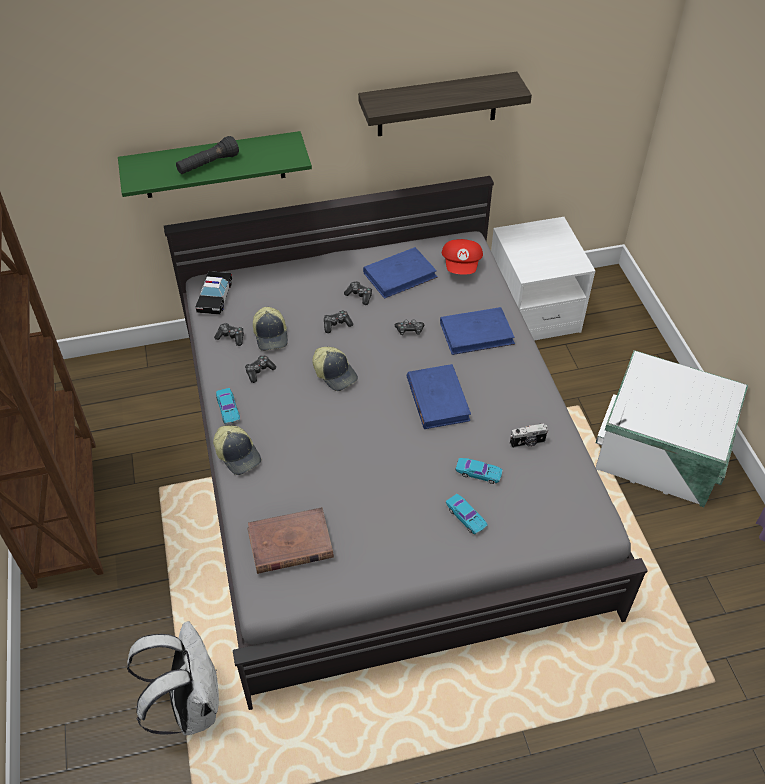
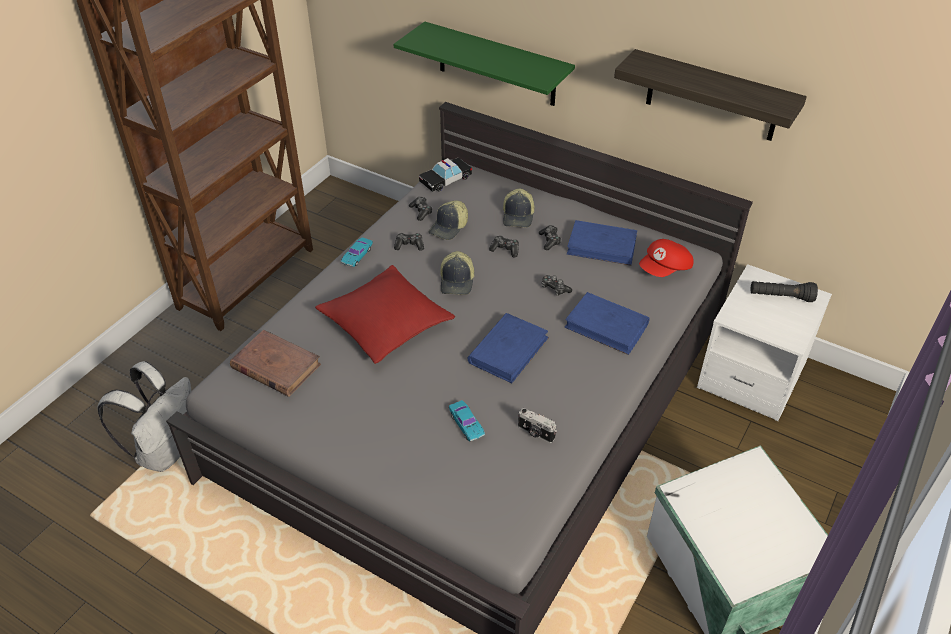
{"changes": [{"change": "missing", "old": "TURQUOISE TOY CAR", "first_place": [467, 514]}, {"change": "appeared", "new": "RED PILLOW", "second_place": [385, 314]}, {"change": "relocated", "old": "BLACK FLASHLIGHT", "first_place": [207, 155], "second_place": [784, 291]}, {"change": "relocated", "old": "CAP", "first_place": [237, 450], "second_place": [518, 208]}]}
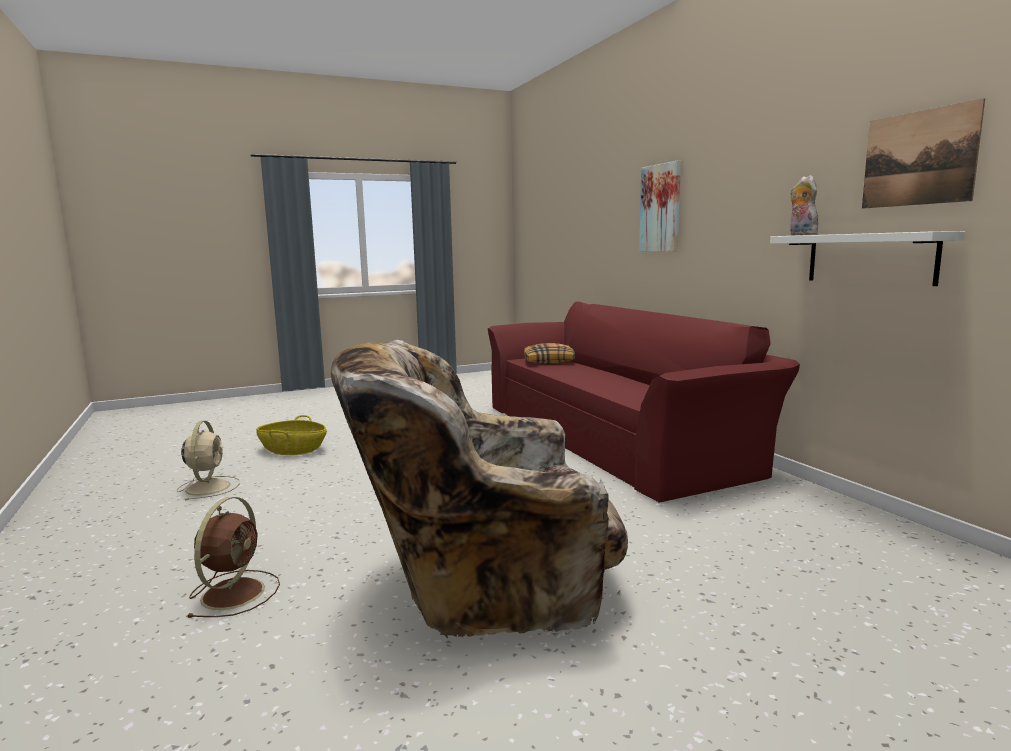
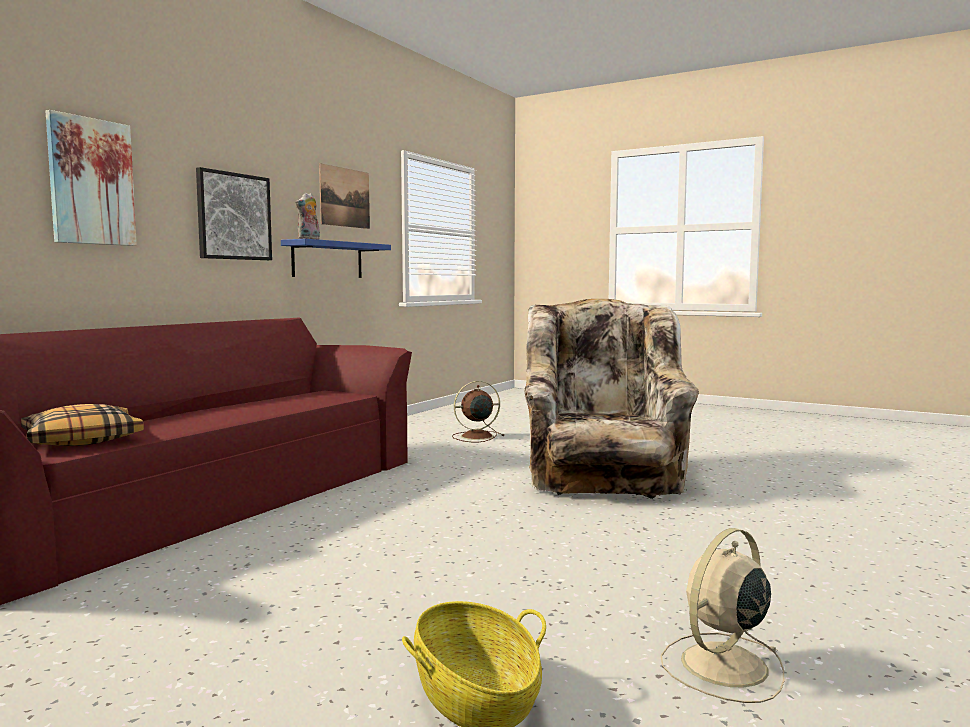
{"changes": [{"change": "appeared", "new": "PICTURE", "second_place": [234, 213]}, {"change": "relocated", "old": "BROWN FAN", "first_place": [234, 557], "second_place": [478, 411]}, {"change": "colour", "old": "WHITE SHELF", "new": "BLUE SHELF", "first_place": [867, 258], "second_place": [336, 258]}, {"change": "spun", "old": "BEIGE ARMCHAIR", "first_place": [479, 489], "second_place": [612, 400], "degrees": -135}]}
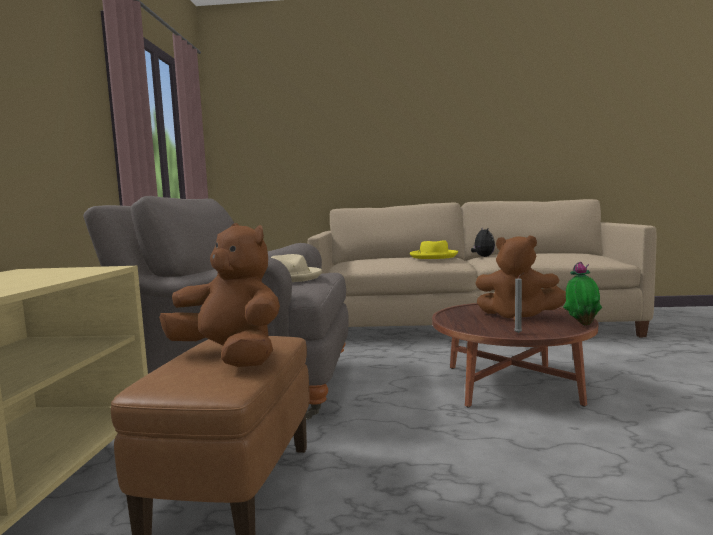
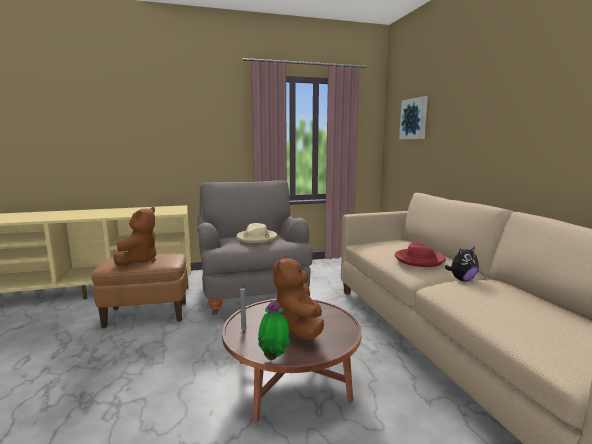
{"changes": [{"change": "appeared", "new": "PICTURE", "second_place": [413, 117]}, {"change": "colour", "old": "YELLOW HAT", "new": "RED HAT", "first_place": [434, 249], "second_place": [420, 254]}]}
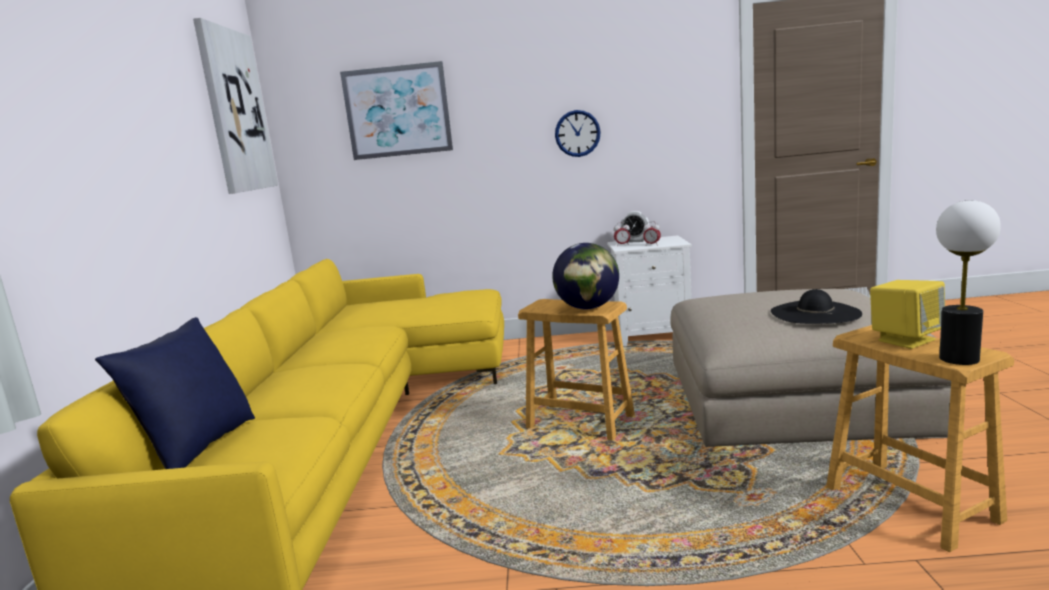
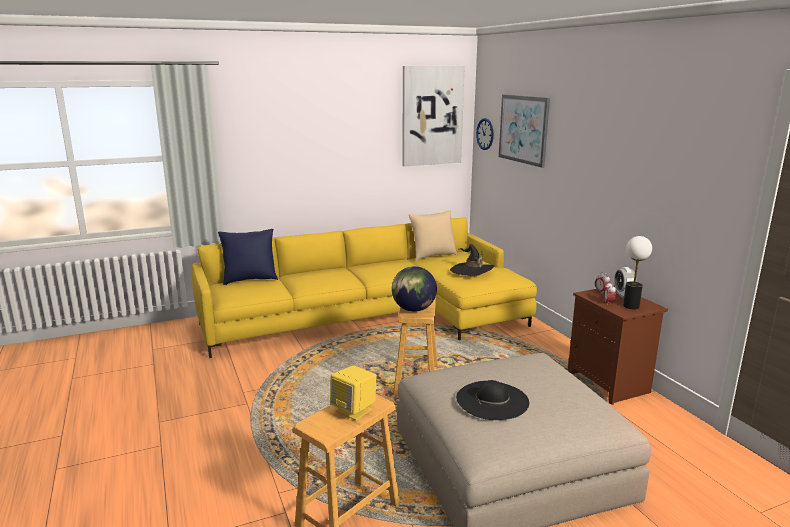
{"changes": [{"change": "appeared", "new": "BEIGE PILLOW", "second_place": [432, 235]}, {"change": "appeared", "new": "BLACK HAT", "second_place": [472, 260]}, {"change": "relocated", "old": "WALL CLOCK", "first_place": [578, 133], "second_place": [485, 134]}, {"change": "relocated", "old": "TABLE LAMP", "first_place": [968, 282], "second_place": [637, 272]}, {"change": "colour", "old": "WHITE NIGHTSTAND", "new": "BROWN NIGHTSTAND", "first_place": [649, 290], "second_place": [618, 345]}]}
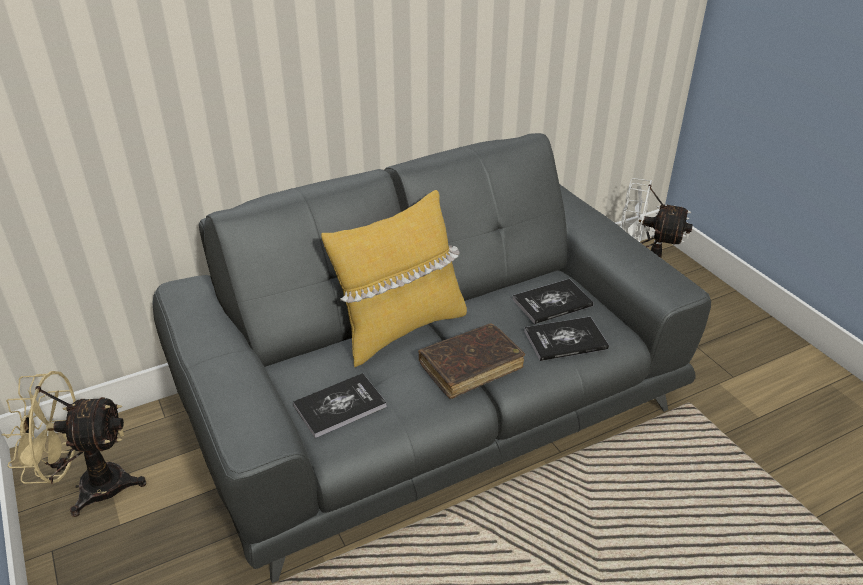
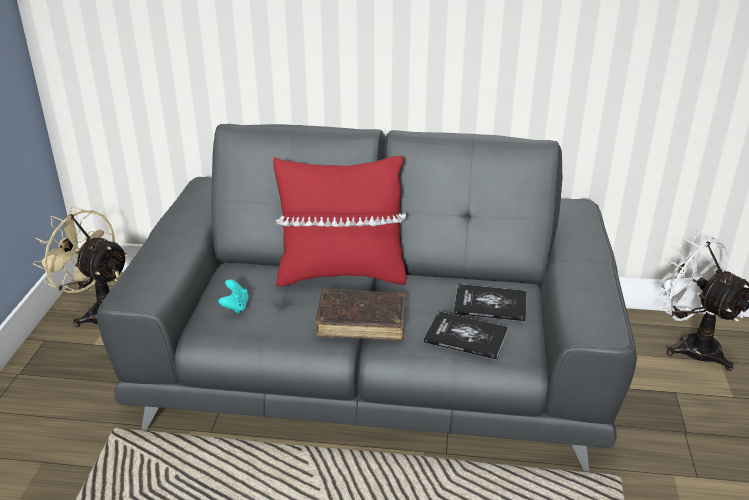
{"changes": [{"change": "exchanged", "old": "BOOK", "new": "TURQUOISE GAME CONTROLLER", "first_place": [340, 405], "second_place": [234, 296]}, {"change": "colour", "old": "YELLOW PILLOW", "new": "RED PILLOW", "first_place": [394, 278], "second_place": [339, 221]}]}
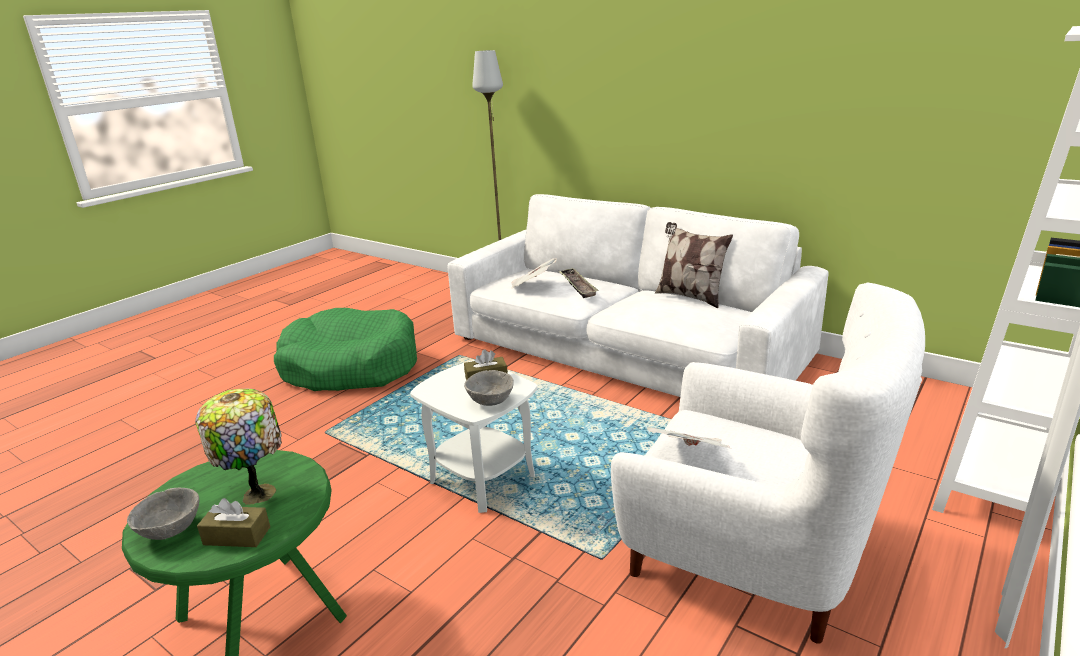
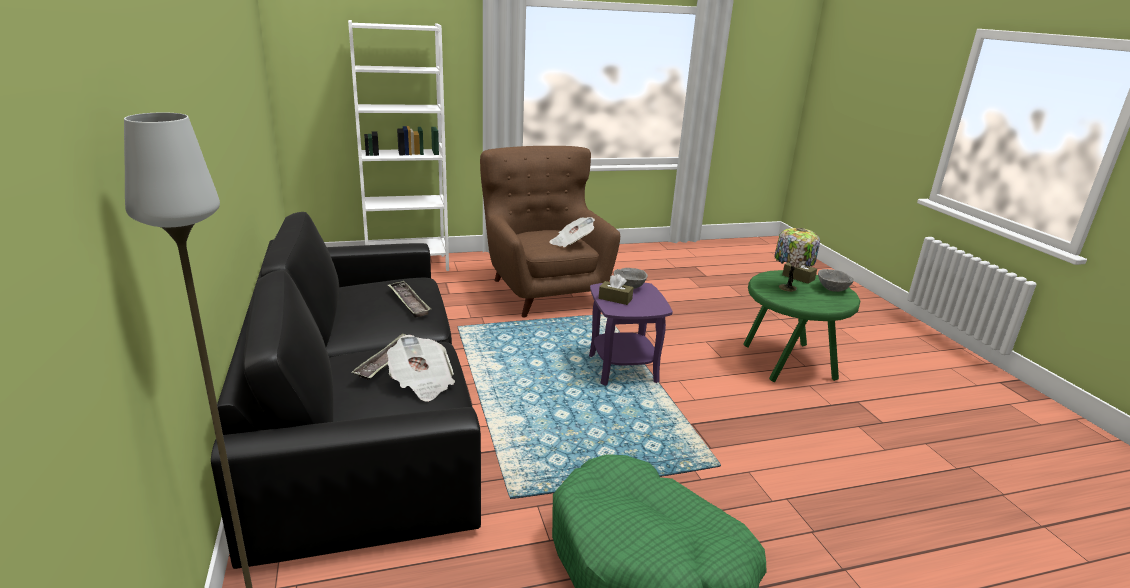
{"changes": [{"change": "missing", "old": "PILLOW", "first_place": [694, 265]}, {"change": "appeared", "new": "TRAY", "second_place": [409, 299]}, {"change": "colour", "old": "WHITE SIDE TABLE", "new": "PURPLE SIDE TABLE", "first_place": [473, 436], "second_place": [631, 334]}, {"change": "colour", "old": "WHITE SOFA", "new": "BLACK SOFA", "first_place": [638, 295], "second_place": [346, 390]}, {"change": "colour", "old": "WHITE ARMCHAIR", "new": "BROWN ARMCHAIR", "first_place": [768, 463], "second_place": [550, 231]}]}
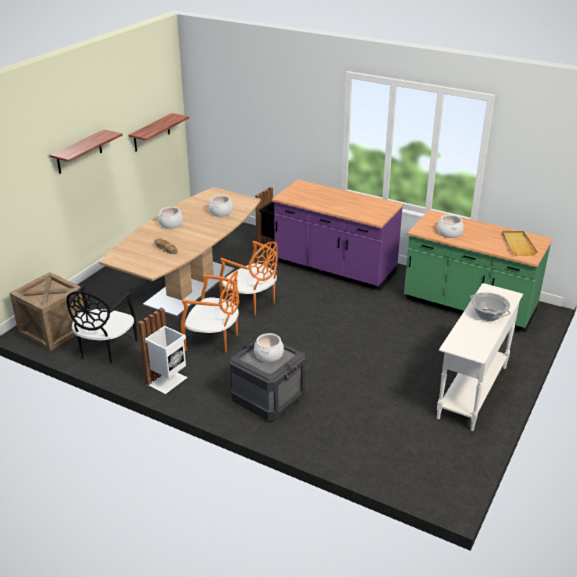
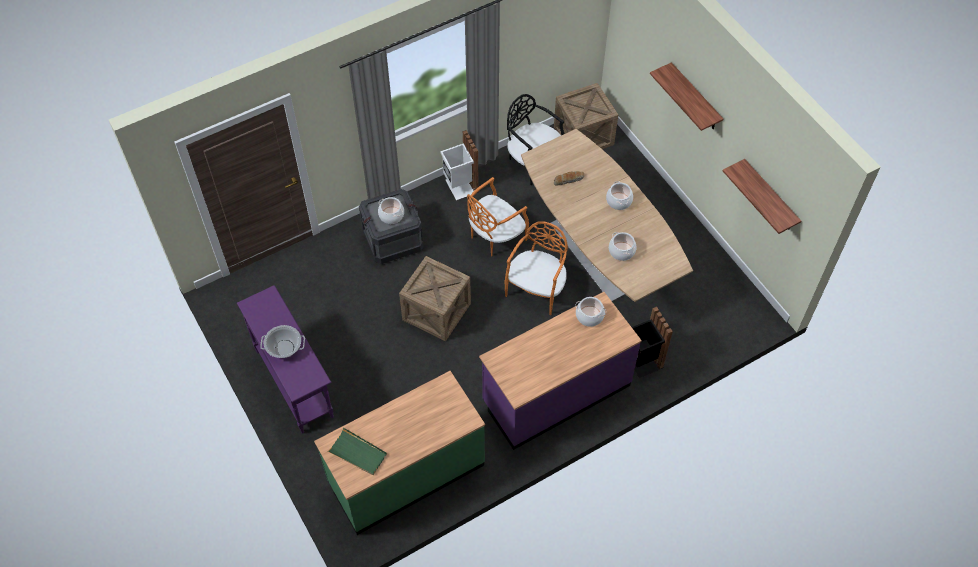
{"changes": [{"change": "appeared", "new": "CRATE", "second_place": [435, 298]}, {"change": "relocated", "old": "COOKING POT", "first_place": [450, 226], "second_place": [590, 312]}, {"change": "colour", "old": "WHITE CONSOLE TABLE", "new": "PURPLE CONSOLE TABLE", "first_place": [480, 357], "second_place": [285, 359]}, {"change": "colour", "old": "BEIGE TRAY", "new": "GREEN TRAY", "first_place": [520, 243], "second_place": [357, 451]}, {"change": "spun", "old": "ORANGE CHAIR", "first_place": [248, 278], "second_place": [536, 268], "degrees": 135}]}
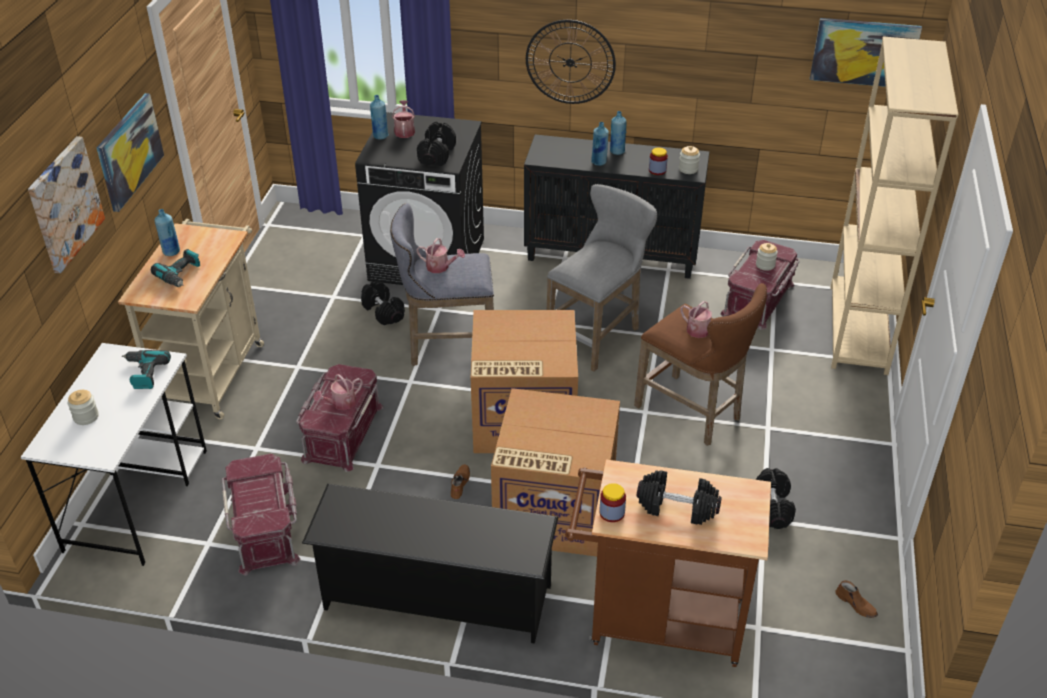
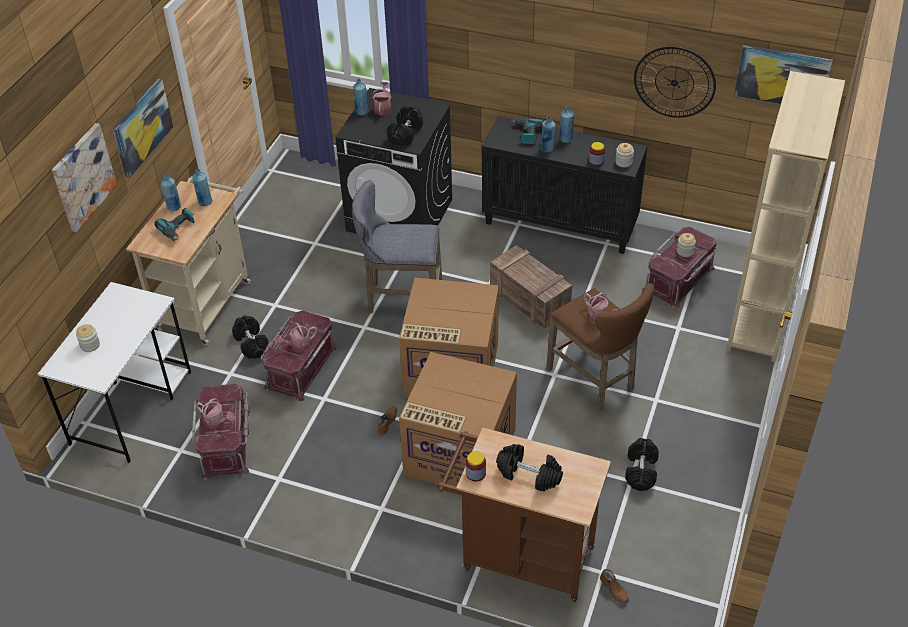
{"changes": [{"change": "missing", "old": "BLACK SHOE RACK", "first_place": [430, 564]}, {"change": "appeared", "new": "BLUE BOTTLE", "second_place": [202, 187]}, {"change": "relocated", "old": "POWER DRILL", "first_place": [146, 369], "second_place": [528, 131]}, {"change": "relocated", "old": "BLACK DUMBBELL", "first_place": [383, 303], "second_place": [250, 337]}, {"change": "relocated", "old": "WATERING CAN", "first_place": [440, 255], "second_place": [215, 413]}, {"change": "relocated", "old": "WALL CLOCK", "first_place": [571, 62], "second_place": [675, 82]}, {"change": "relocated", "old": "BROWN SHOE", "first_place": [856, 599], "second_place": [614, 586]}, {"change": "exchanged", "old": "GREY STOOL", "new": "CRATE", "first_place": [602, 277], "second_place": [531, 287]}]}
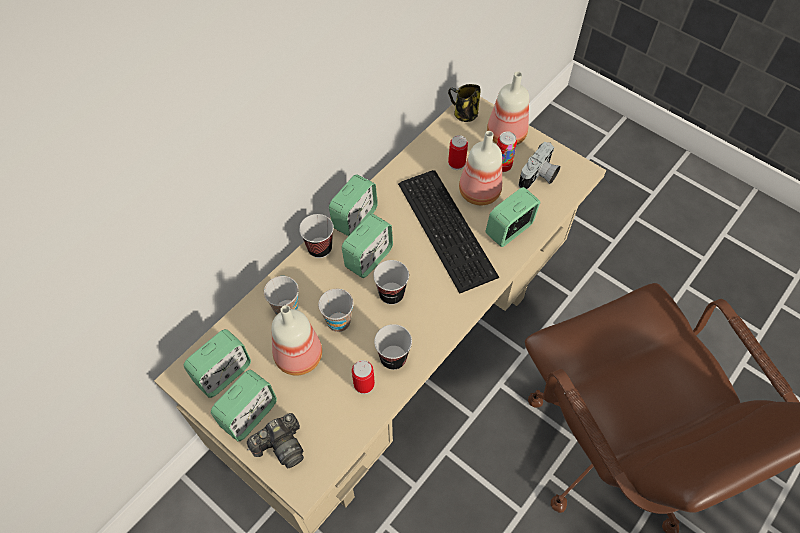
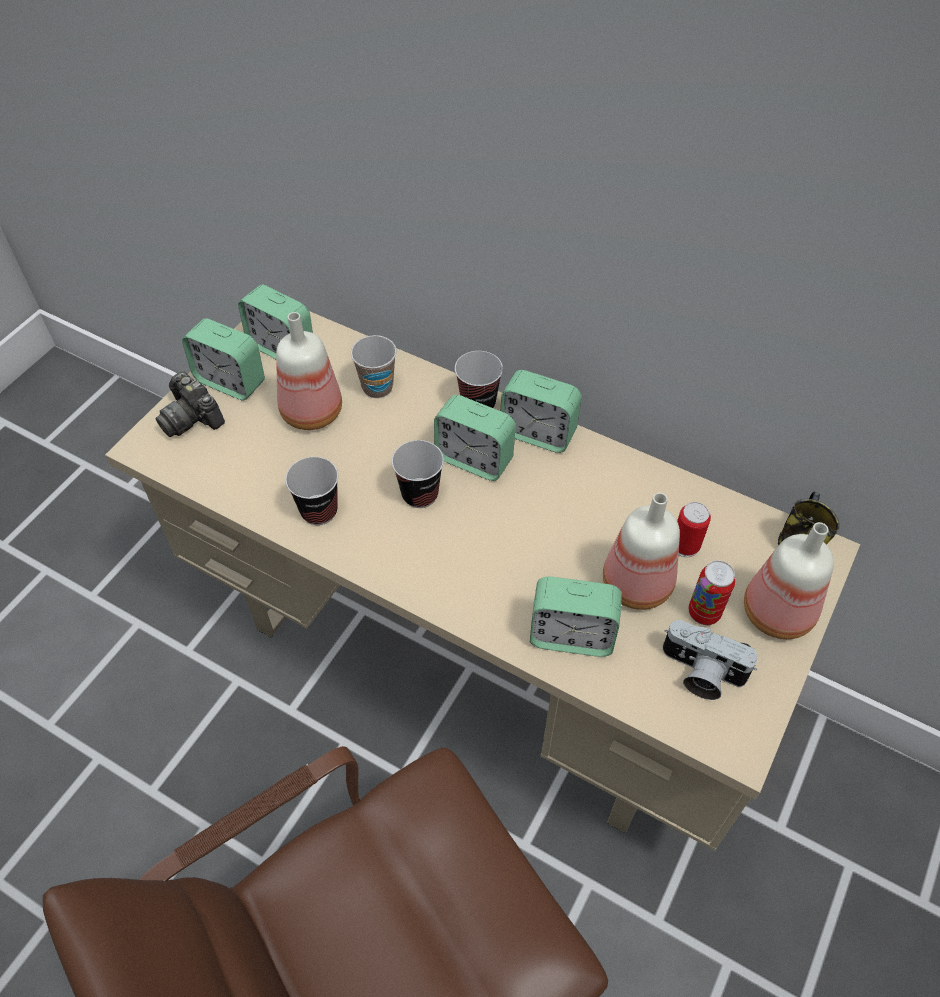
{"changes": [{"change": "missing", "old": "CUP", "first_place": [336, 310]}, {"change": "missing", "old": "CAN", "first_place": [363, 377]}, {"change": "missing", "old": "KEYBOARD", "first_place": [448, 232]}, {"change": "spun", "old": "ALARM CLOCK", "first_place": [512, 217], "second_place": [576, 616], "degrees": 150}]}
